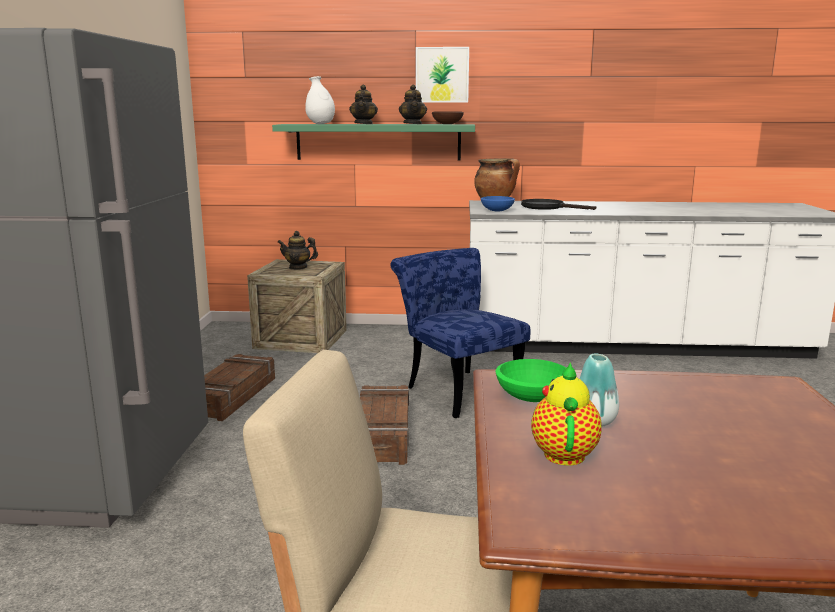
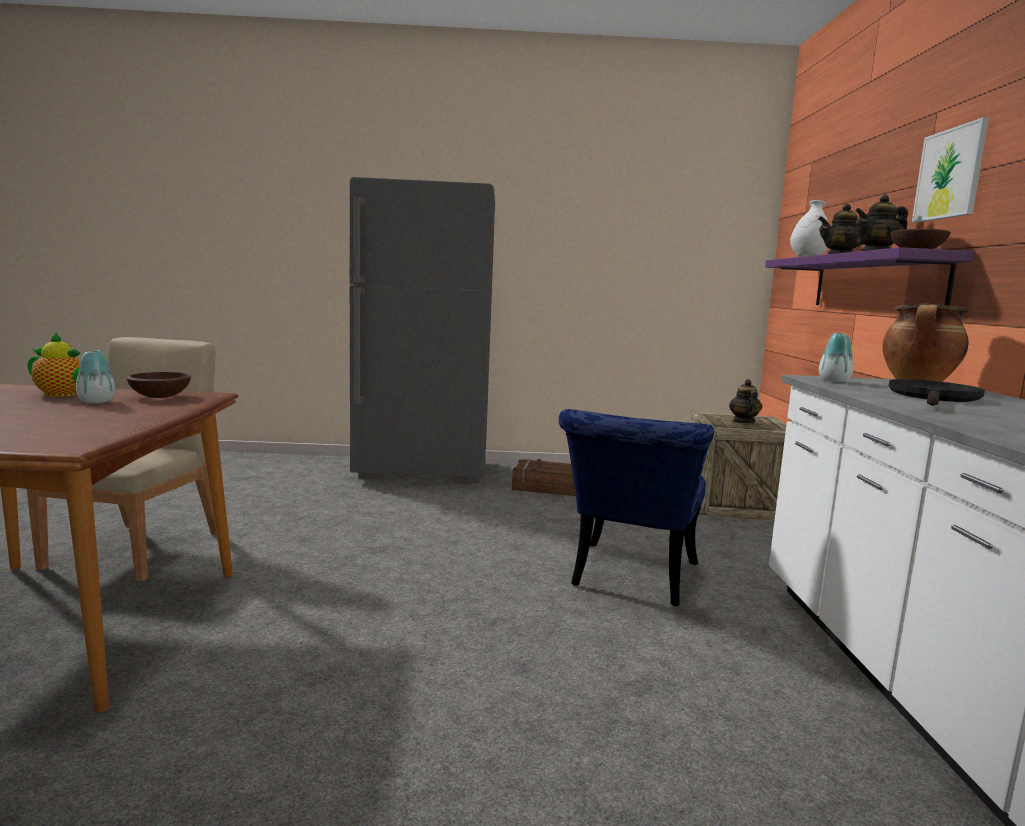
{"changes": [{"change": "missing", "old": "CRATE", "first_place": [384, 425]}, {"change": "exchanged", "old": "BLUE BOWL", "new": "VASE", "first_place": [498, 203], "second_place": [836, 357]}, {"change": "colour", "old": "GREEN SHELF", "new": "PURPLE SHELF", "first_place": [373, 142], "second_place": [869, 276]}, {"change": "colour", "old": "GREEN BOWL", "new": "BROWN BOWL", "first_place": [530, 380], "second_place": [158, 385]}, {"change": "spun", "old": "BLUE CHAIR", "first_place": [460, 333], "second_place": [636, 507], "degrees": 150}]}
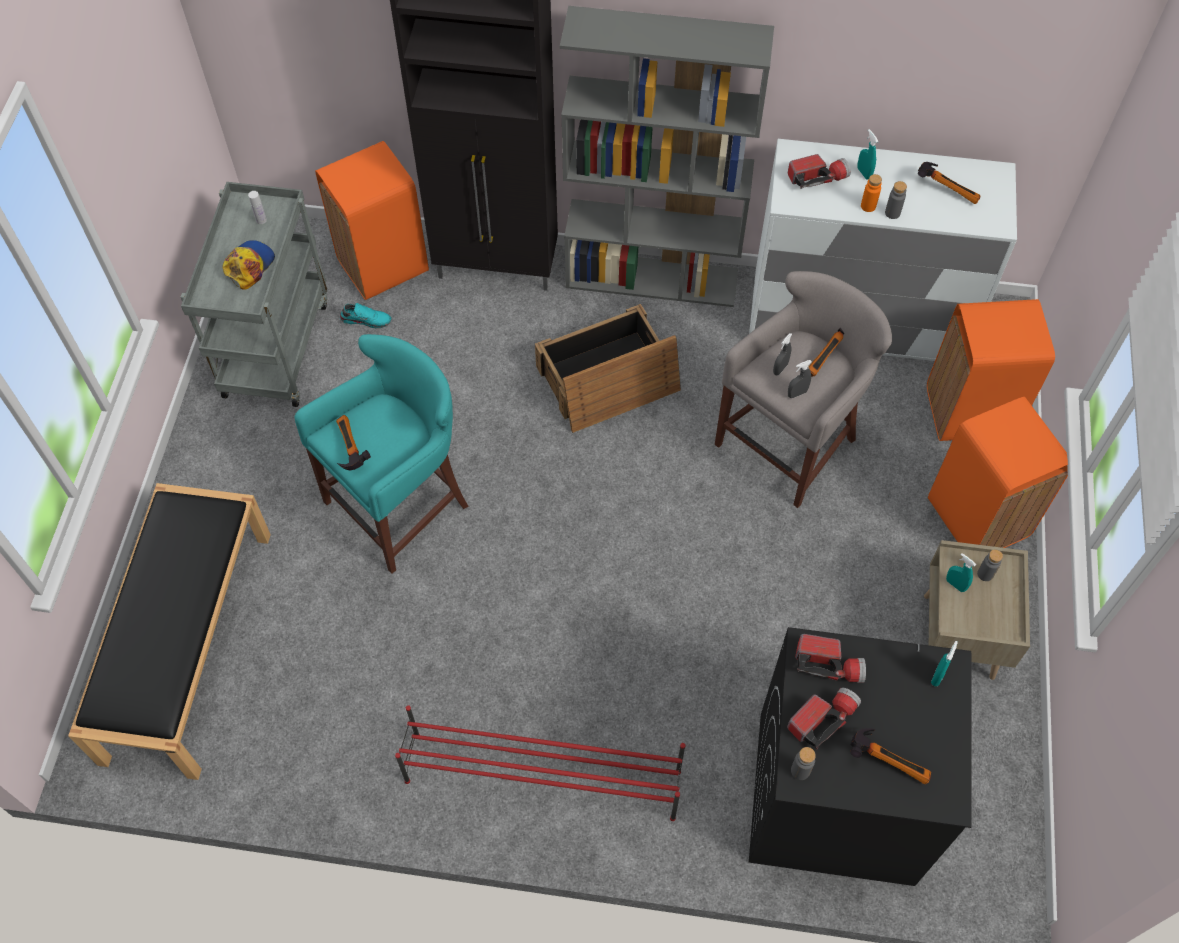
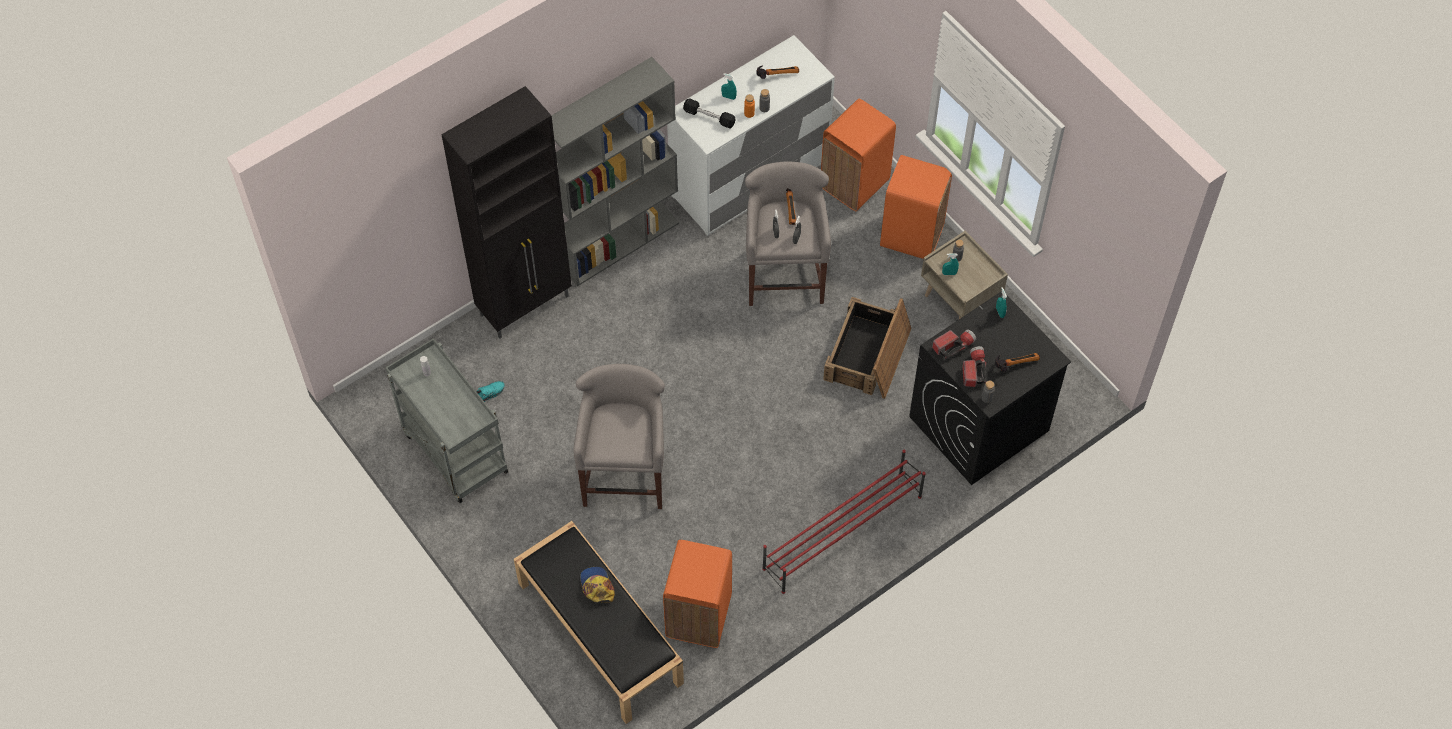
{"changes": [{"change": "missing", "old": "HAMMER", "first_place": [353, 443]}, {"change": "relocated", "old": "CAP", "first_place": [248, 265], "second_place": [597, 585]}, {"change": "relocated", "old": "ORANGE TRASH CAN", "first_place": [372, 220], "second_place": [697, 594]}, {"change": "relocated", "old": "CRATE", "first_place": [608, 368], "second_place": [867, 348]}, {"change": "exchanged", "old": "FLASHLIGHT", "new": "BLACK DUMBBELL", "first_place": [819, 171], "second_place": [709, 113]}, {"change": "colour", "old": "TURQUOISE STOOL", "new": "GREY STOOL", "first_place": [382, 454], "second_place": [619, 436]}]}
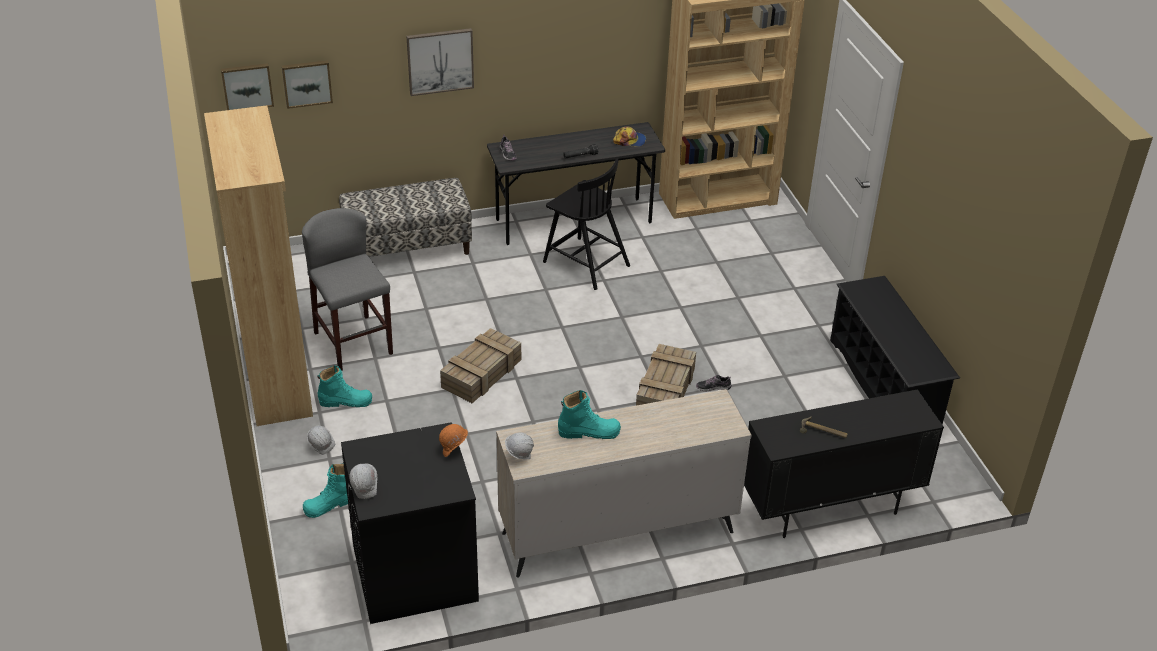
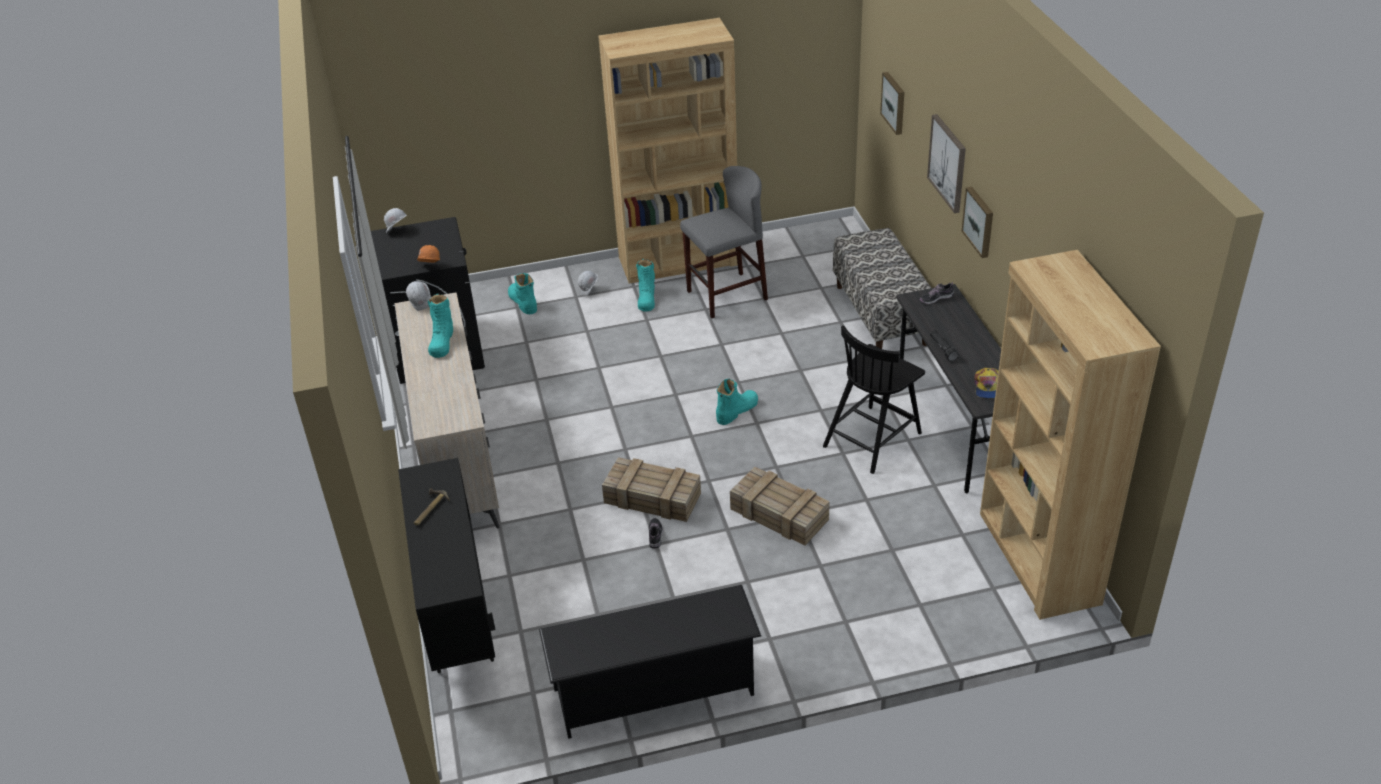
{"changes": [{"change": "appeared", "new": "TURQUOISE BOOT", "second_place": [737, 402]}, {"change": "relocated", "old": "PICTURE", "first_place": [247, 86], "second_place": [977, 222]}, {"change": "relocated", "old": "CRATE", "first_place": [480, 365], "second_place": [780, 506]}]}
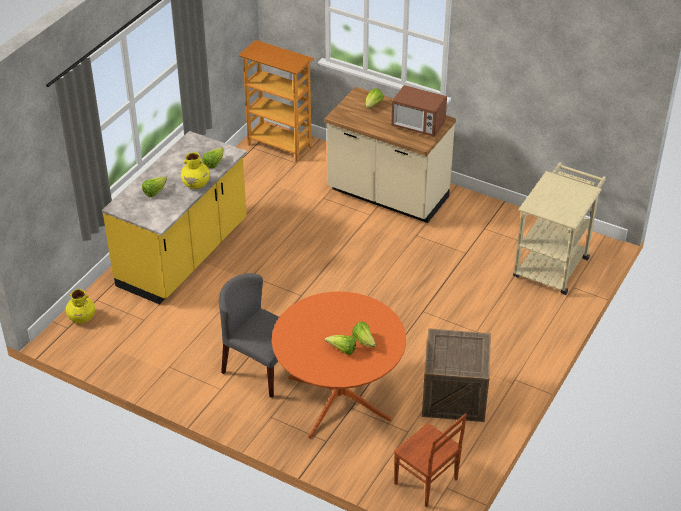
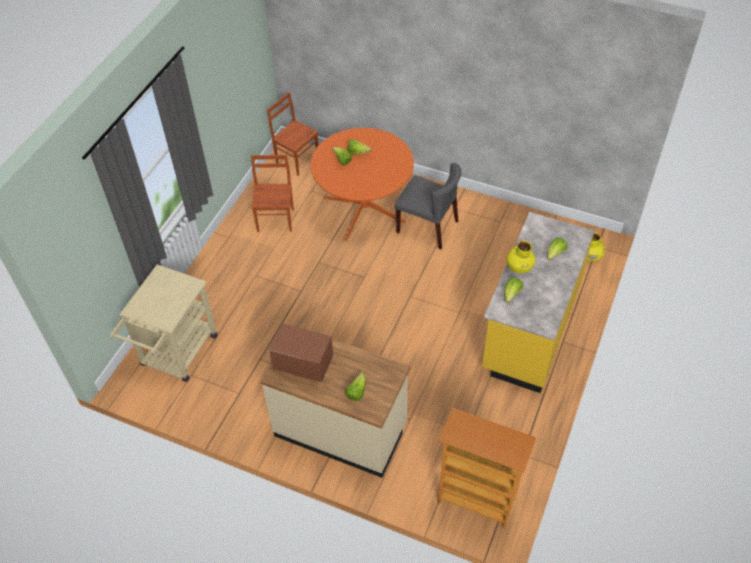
{"changes": [{"change": "exchanged", "old": "CRATE", "new": "BROWN CHAIR", "first_place": [456, 375], "second_place": [272, 193]}]}
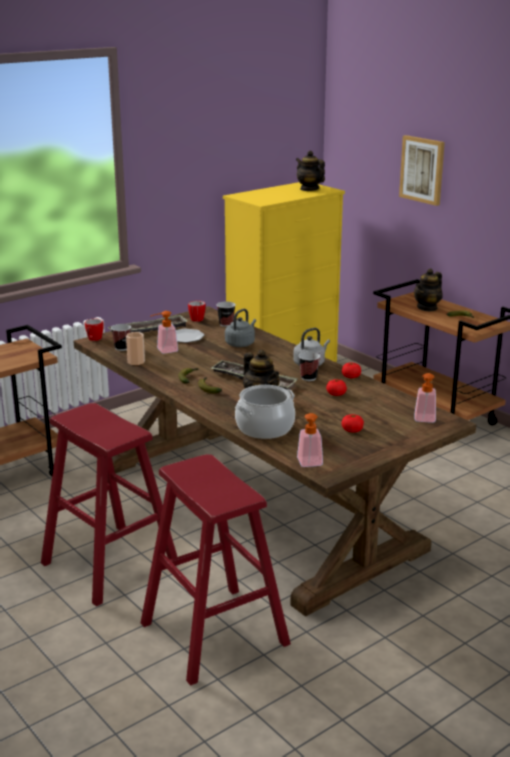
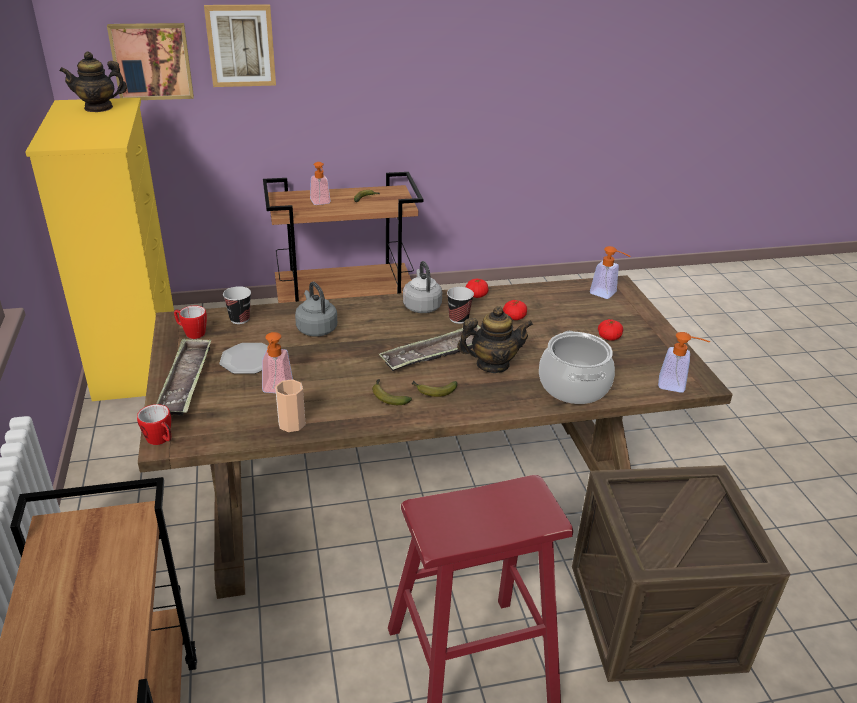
{"changes": [{"change": "missing", "old": "CUP", "first_place": [121, 337]}, {"change": "appeared", "new": "PICTURE", "second_place": [150, 61]}, {"change": "exchanged", "old": "RED STOOL", "new": "CRATE", "first_place": [216, 570], "second_place": [681, 573]}, {"change": "exchanged", "old": "TEAPOT", "new": "SOAP DISPENSER", "first_place": [428, 290], "second_place": [320, 183]}]}
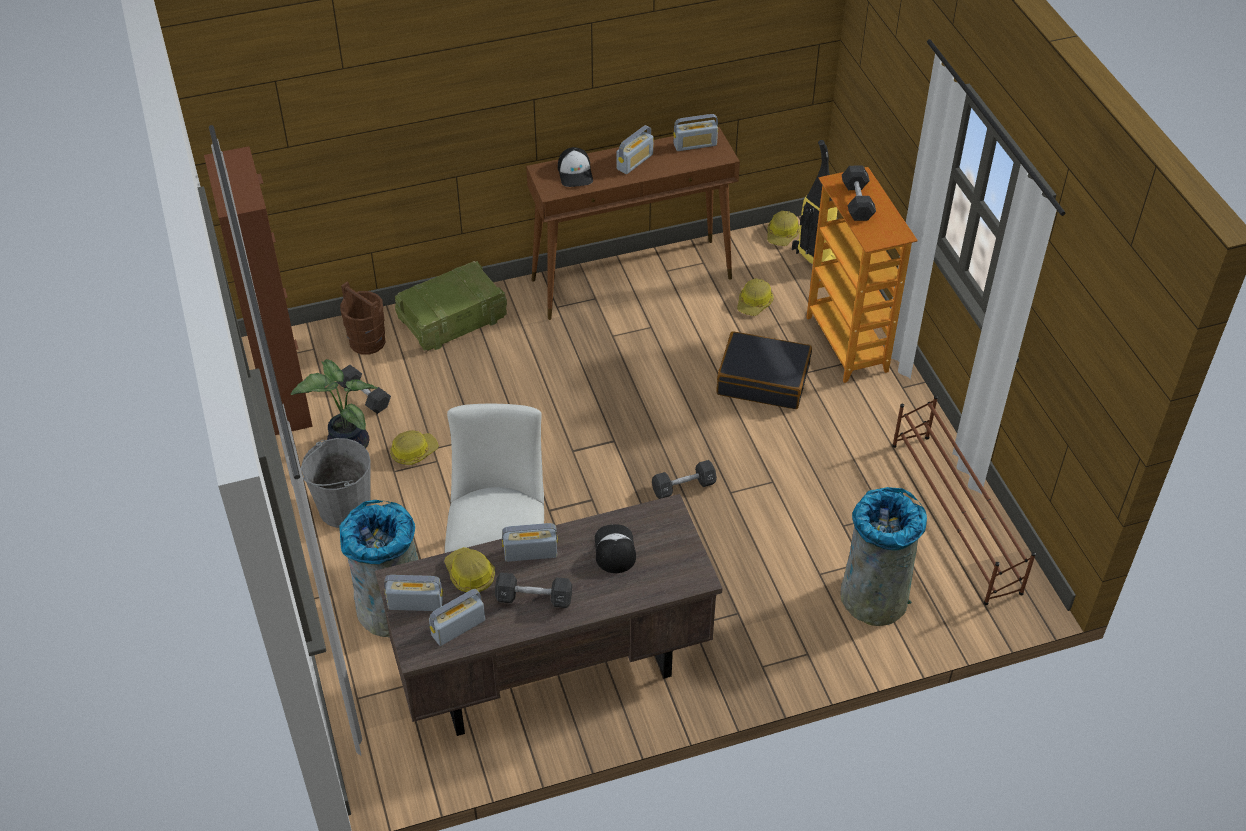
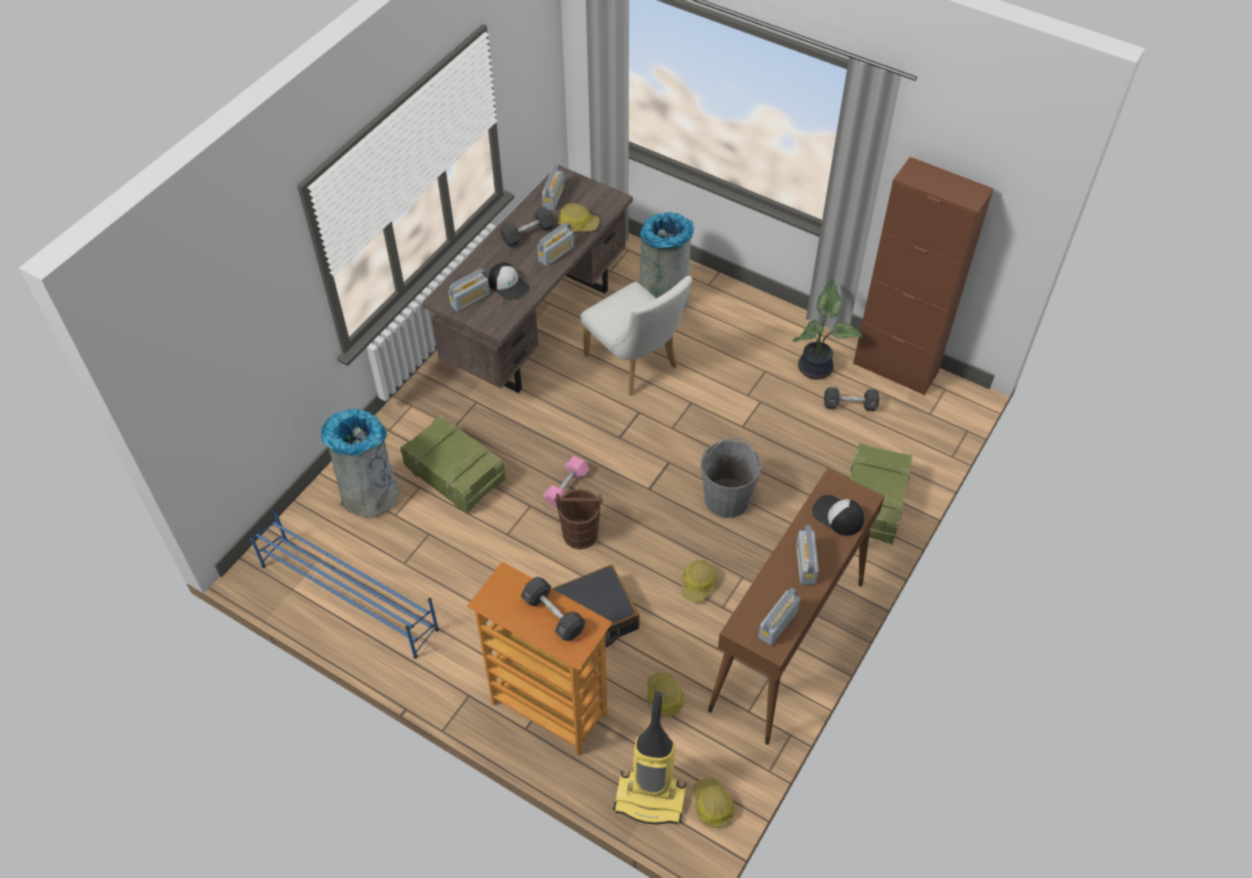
{"changes": [{"change": "appeared", "new": "CRATE", "second_place": [453, 464]}, {"change": "relocated", "old": "GREY BUCKET", "first_place": [336, 483], "second_place": [731, 478]}, {"change": "relocated", "old": "BROWN BUCKET", "first_place": [363, 318], "second_place": [579, 519]}, {"change": "relocated", "old": "RADIO", "first_place": [413, 593], "second_place": [469, 290]}, {"change": "relocated", "old": "HARD HAT", "first_place": [414, 447], "second_place": [700, 581]}, {"change": "colour", "old": "BLACK DUMBBELL", "new": "PINK DUMBBELL", "first_place": [684, 479], "second_place": [566, 482]}, {"change": "colour", "old": "BROWN SHOE RACK", "new": "BLUE SHOE RACK", "first_place": [964, 500], "second_place": [344, 584]}]}
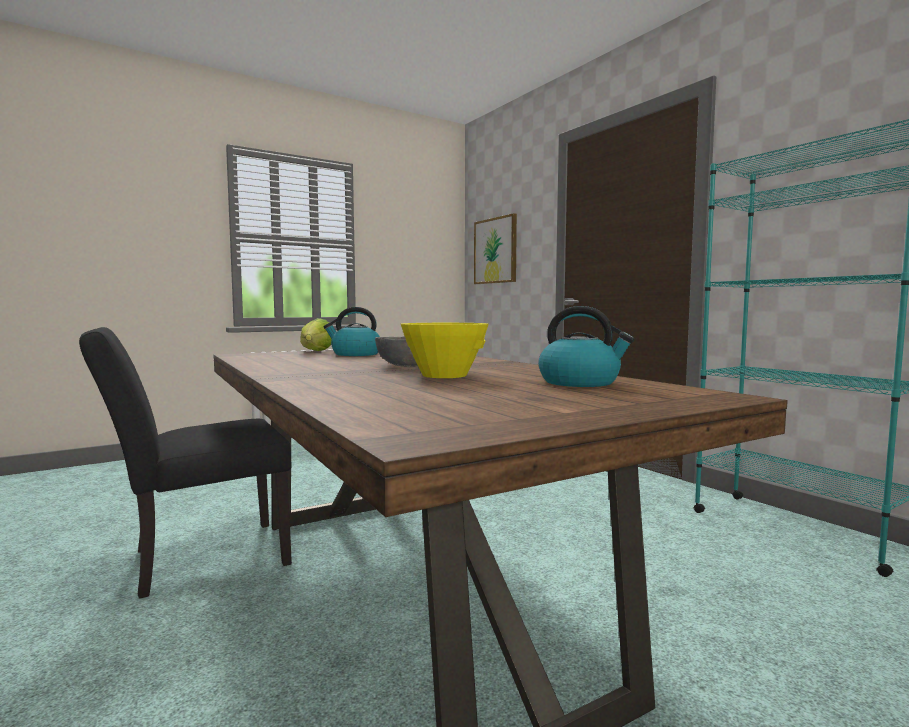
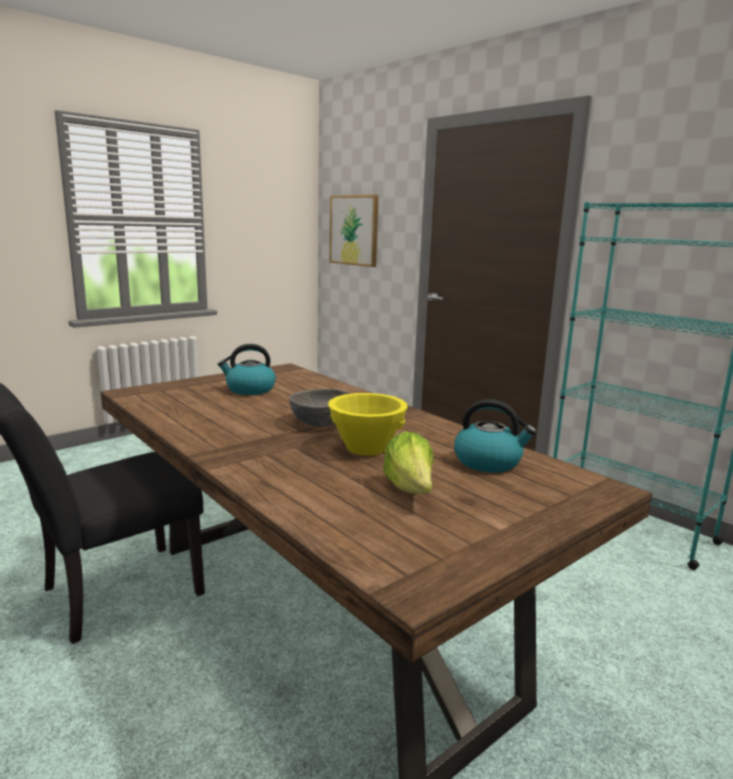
{"changes": [{"change": "relocated", "old": "LETTUCE", "first_place": [316, 334], "second_place": [408, 462]}]}
